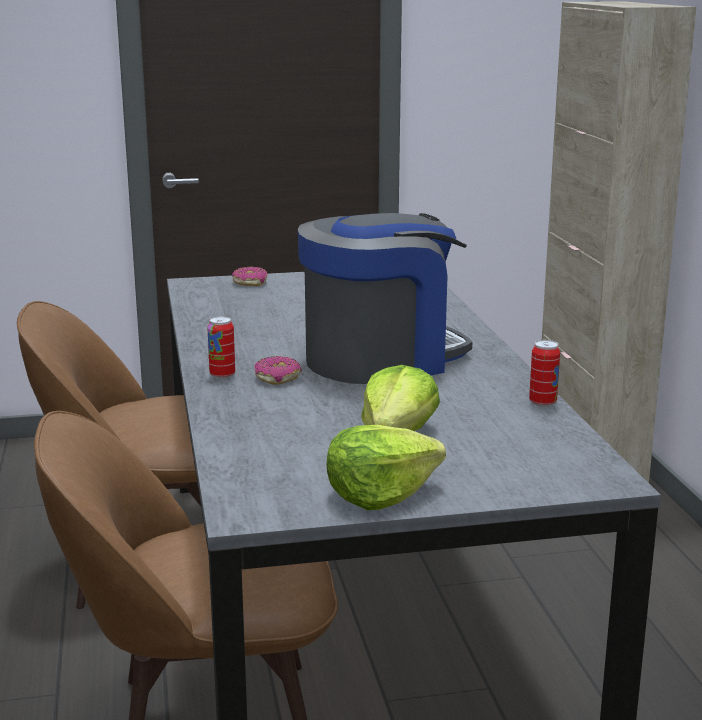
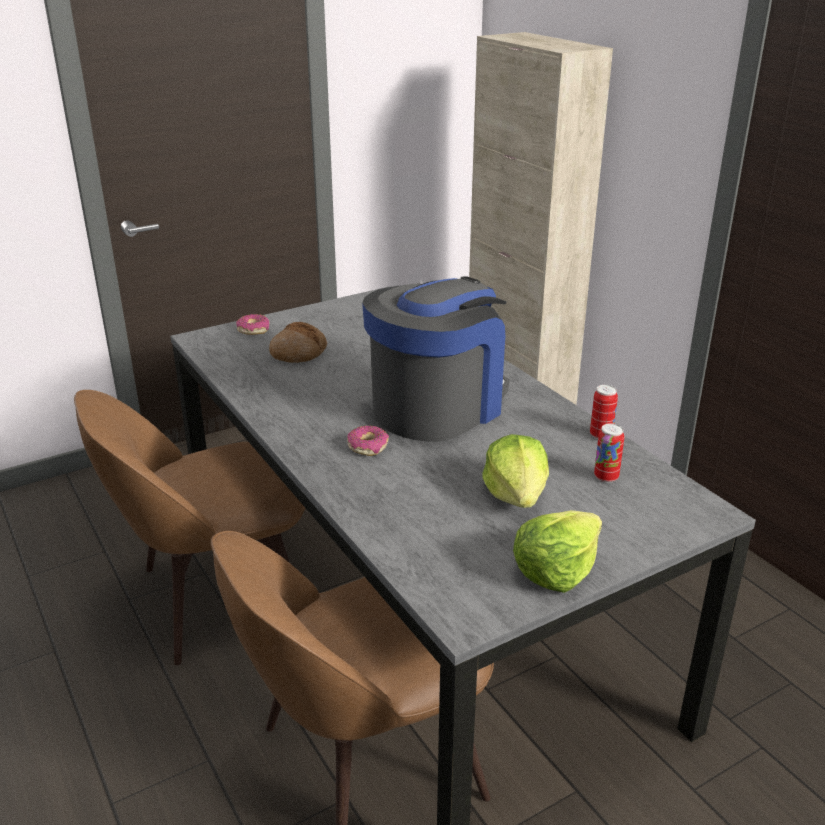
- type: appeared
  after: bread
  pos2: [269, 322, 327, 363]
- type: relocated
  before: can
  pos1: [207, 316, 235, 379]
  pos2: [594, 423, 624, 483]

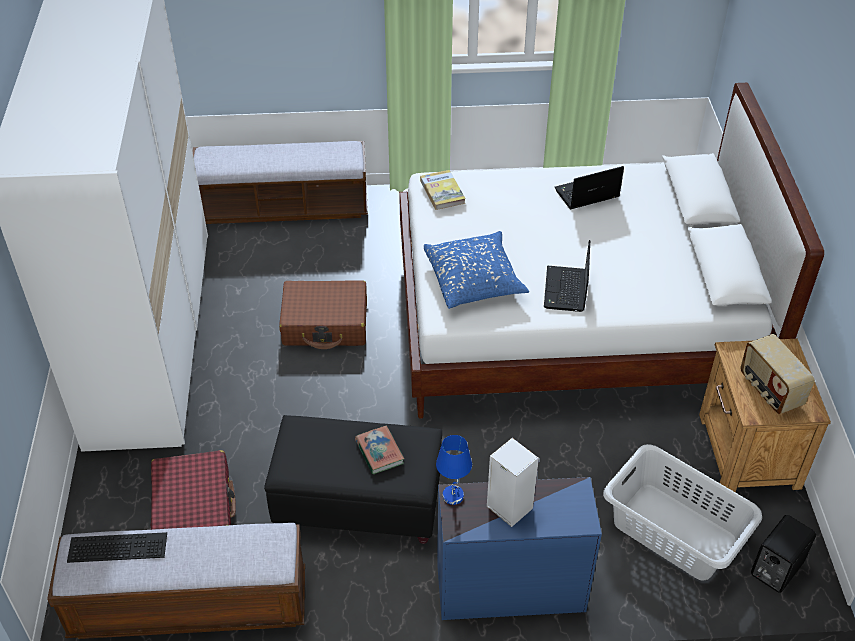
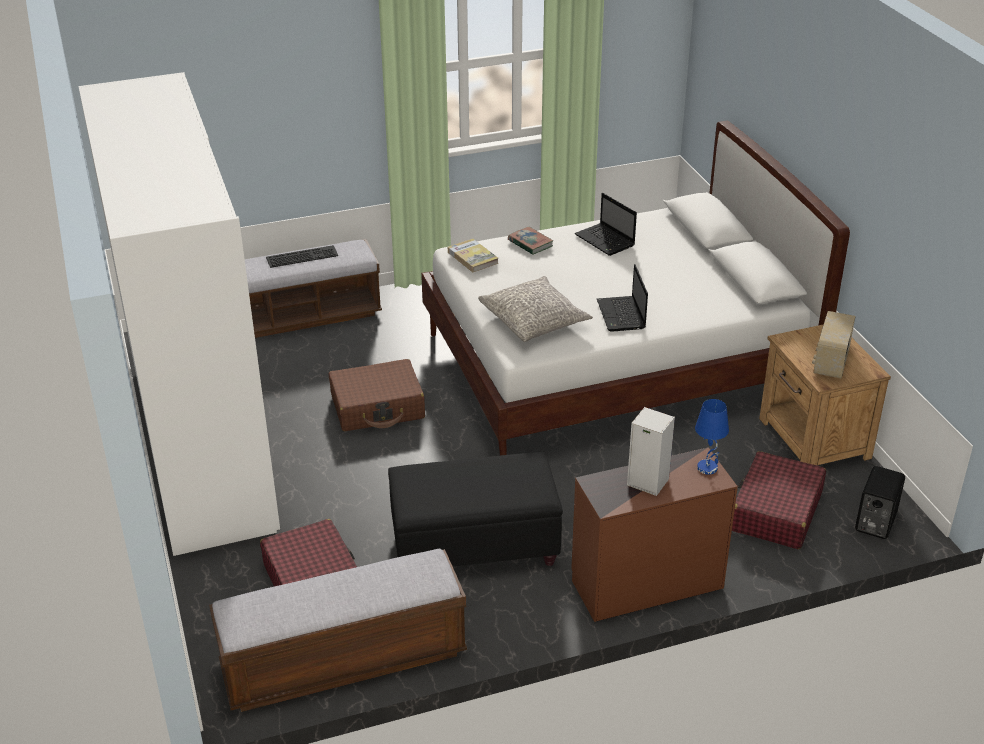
- type: relocated
  before: keyboard
  pos1: [67, 532, 167, 563]
  pos2: [266, 245, 338, 268]
- type: relocated
  before: book
  pos1: [355, 426, 404, 474]
  pos2: [508, 227, 554, 255]
- type: relocated
  before: blue table lamp
  pos1: [436, 435, 472, 505]
  pos2: [695, 399, 729, 474]
- type: exchanged
  before: grey laundry basket
  after: red suitcase
  pos1: [603, 444, 762, 581]
  pos2: [732, 451, 826, 549]
- type: colour
  before: blue pillow
  after: grey pillow
  pos1: [424, 231, 529, 309]
  pos2: [478, 276, 593, 342]
- type: colour
  before: blue dresser
  after: brown dresser
  pos1: [437, 477, 602, 620]
  pos2: [571, 447, 738, 622]
- type: spun
  before: laptop
  pos1: [555, 166, 624, 209]
  pos2: [575, 193, 637, 256]
  turn: -90
- type: spun
  before: radio
  pos1: [740, 334, 815, 414]
  pos2: [812, 311, 856, 378]
  turn: 60

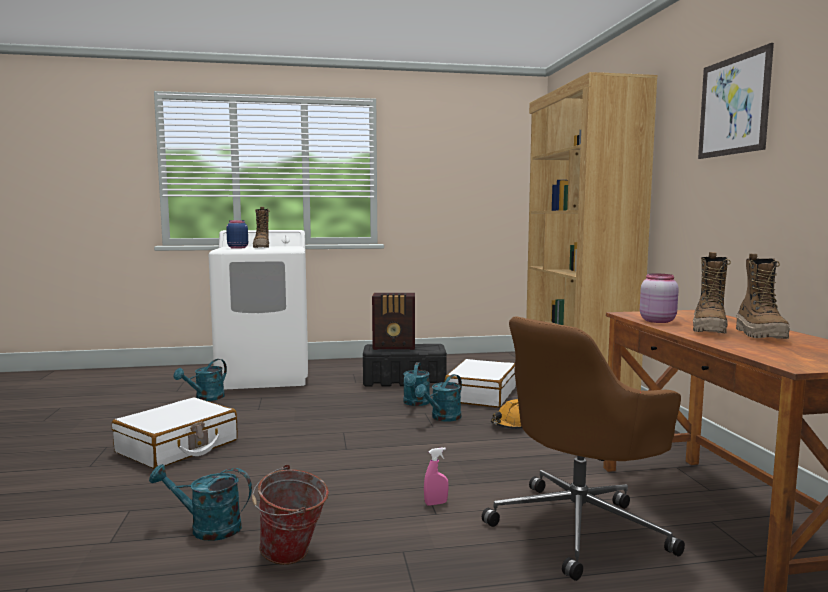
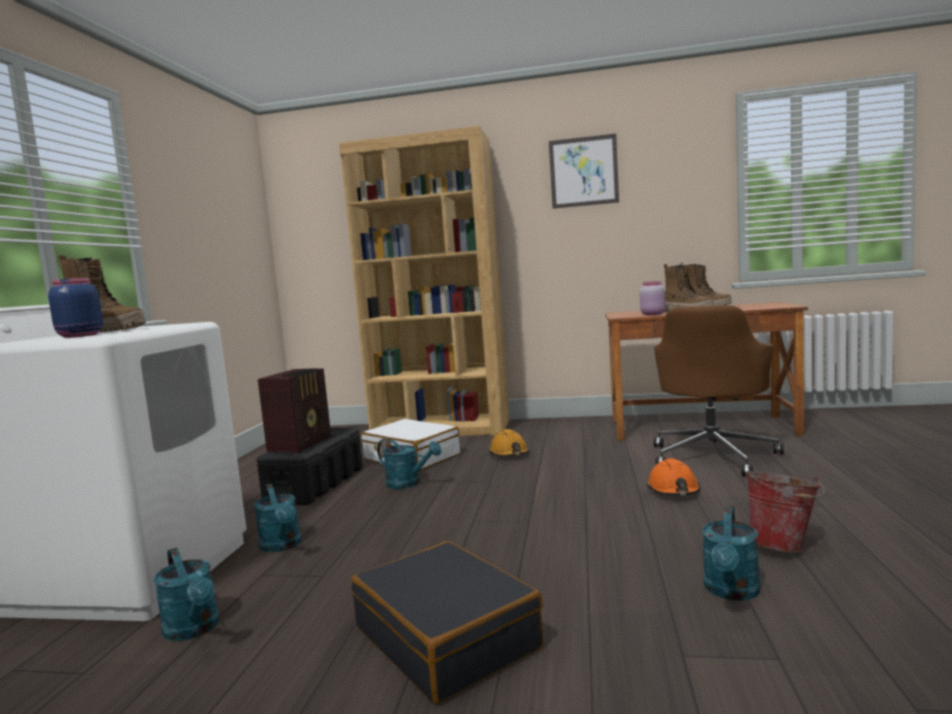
- type: relocated
  before: turquoise watering can
  pos1: [415, 374, 462, 422]
  pos2: [254, 484, 301, 552]
- type: exchanged
  before: pink spray bottle
  after: orange hard hat
  pos1: [424, 447, 448, 506]
  pos2: [647, 458, 700, 495]
- type: colour
  before: white suitcase
  after: black suitcase
  pos1: [112, 397, 238, 469]
  pos2: [351, 541, 543, 703]
- type: spun
  before: brown office chair
  pos1: [482, 317, 685, 581]
  pos2: [654, 305, 783, 476]
  turn: 45

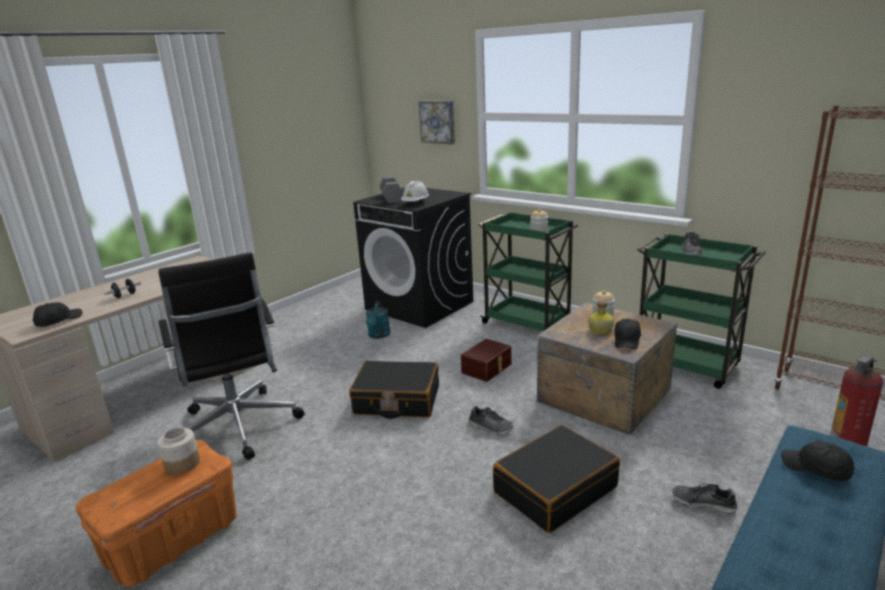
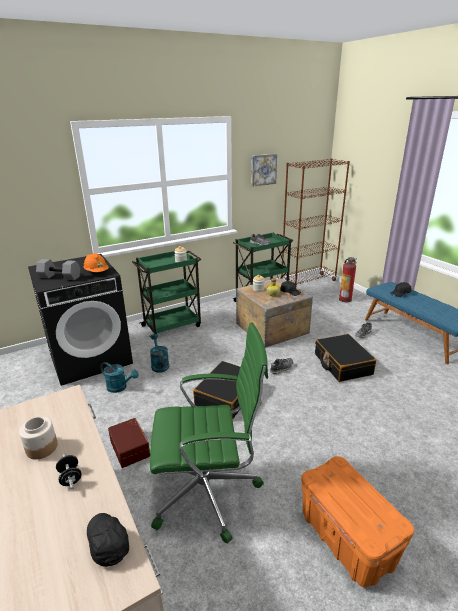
- type: appeared
  after: turquoise watering can
  pos2: [150, 334, 169, 373]
- type: relocated
  before: jar
  pos1: [157, 427, 200, 474]
  pos2: [19, 417, 58, 459]
- type: relocated
  before: picture
  pos1: [418, 101, 455, 144]
  pos2: [251, 154, 277, 187]
- type: relocated
  before: brown storage box
  pos1: [461, 339, 512, 382]
  pos2: [108, 418, 150, 468]
- type: colour
  before: black office chair
  after: green office chair
  pos1: [158, 252, 305, 460]
  pos2: [150, 323, 268, 543]
- type: colour
  before: white hard hat
  after: orange hard hat
  pos1: [401, 181, 429, 201]
  pos2: [84, 253, 109, 272]

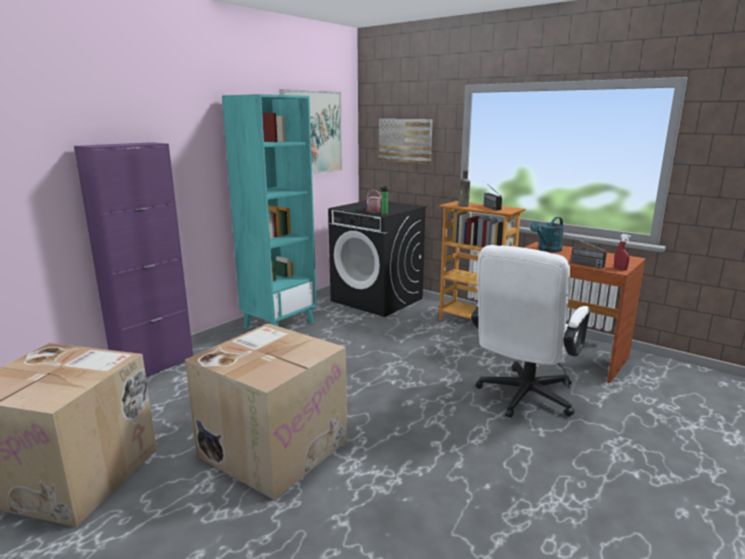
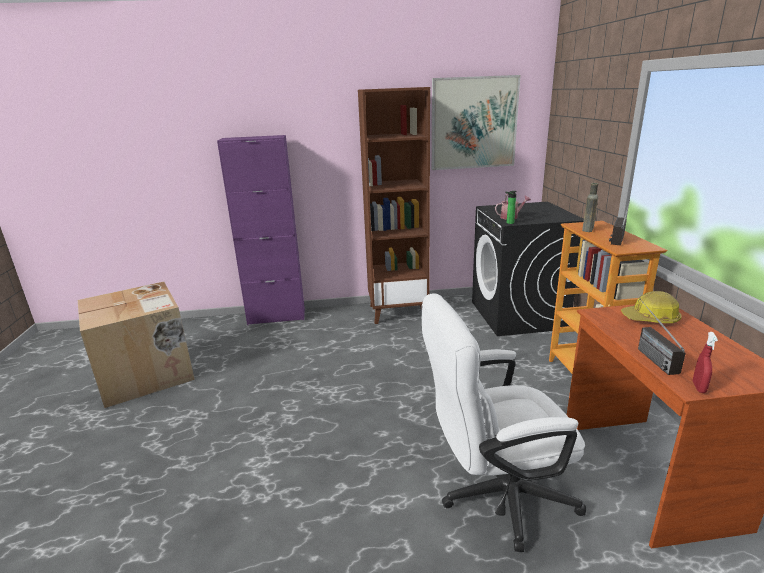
- type: missing
  before: cardboard box
  pos1: [185, 323, 347, 500]
- type: missing
  before: picture
  pos1: [379, 119, 433, 164]
- type: exchanged
  before: turquoise watering can
  after: hard hat
  pos1: [530, 217, 564, 252]
  pos2: [621, 291, 682, 323]
- type: colour
  before: turquoise bookcase
  after: brown bookcase
  pos1: [222, 94, 317, 329]
  pos2: [358, 87, 430, 324]

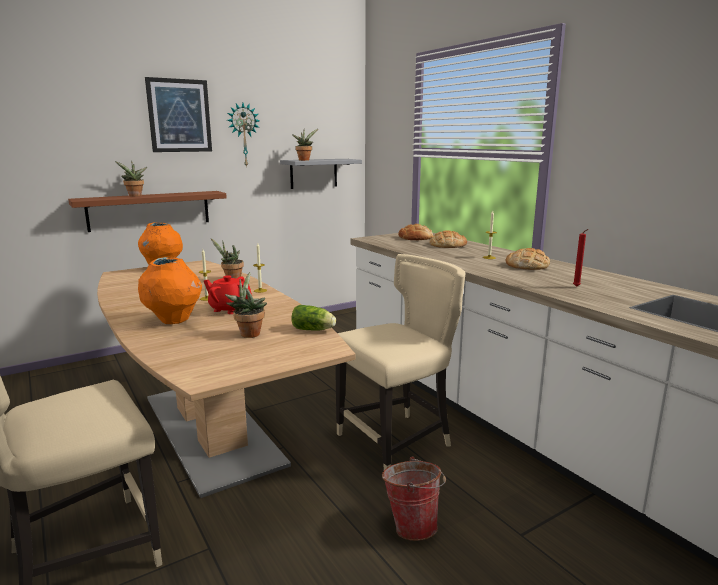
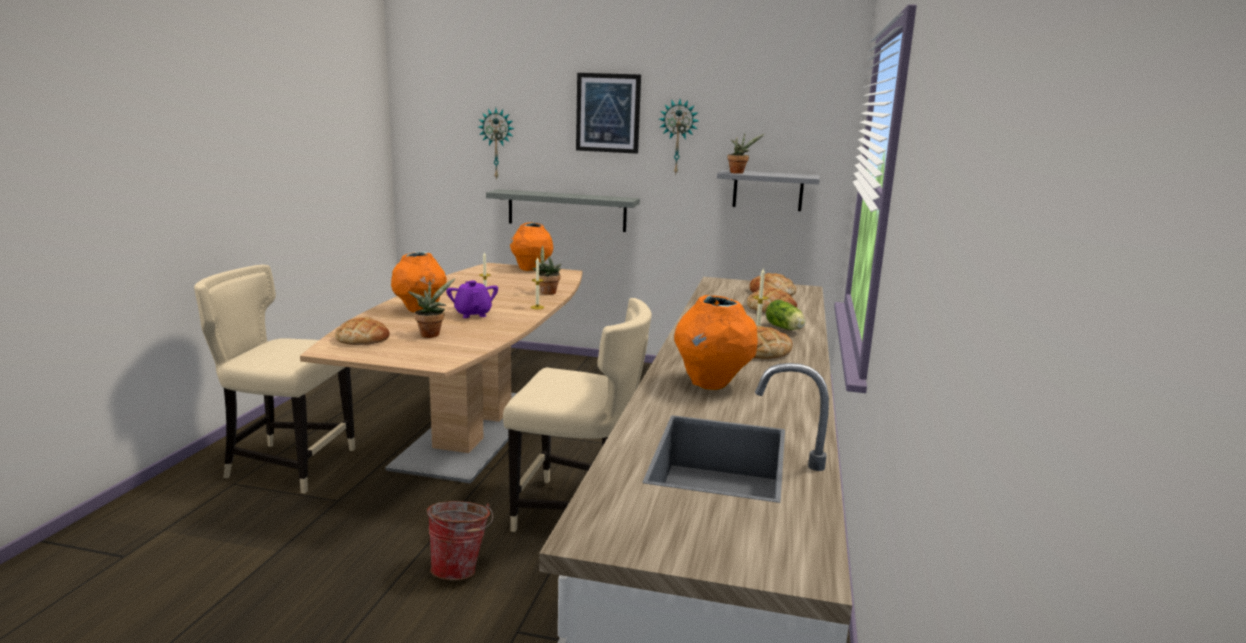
- type: missing
  before: potted plant
  pos1: [115, 160, 147, 197]
- type: appeared
  after: bread
  pos2: [335, 317, 390, 345]
- type: appeared
  after: wall clock
  pos2: [479, 108, 514, 180]
- type: relocated
  before: lettuce
  pos1: [292, 305, 336, 331]
  pos2: [766, 300, 805, 330]
- type: exchanged
  before: red candle
  after: orange vase
  pos1: [573, 229, 588, 287]
  pos2: [674, 295, 758, 390]
- type: colour
  before: brown shelf
  after: grey shelf
  pos1: [68, 191, 227, 232]
  pos2: [486, 189, 640, 232]
- type: colour
  before: red teapot
  after: purple teapot
  pos1: [204, 275, 252, 314]
  pos2: [446, 281, 498, 318]

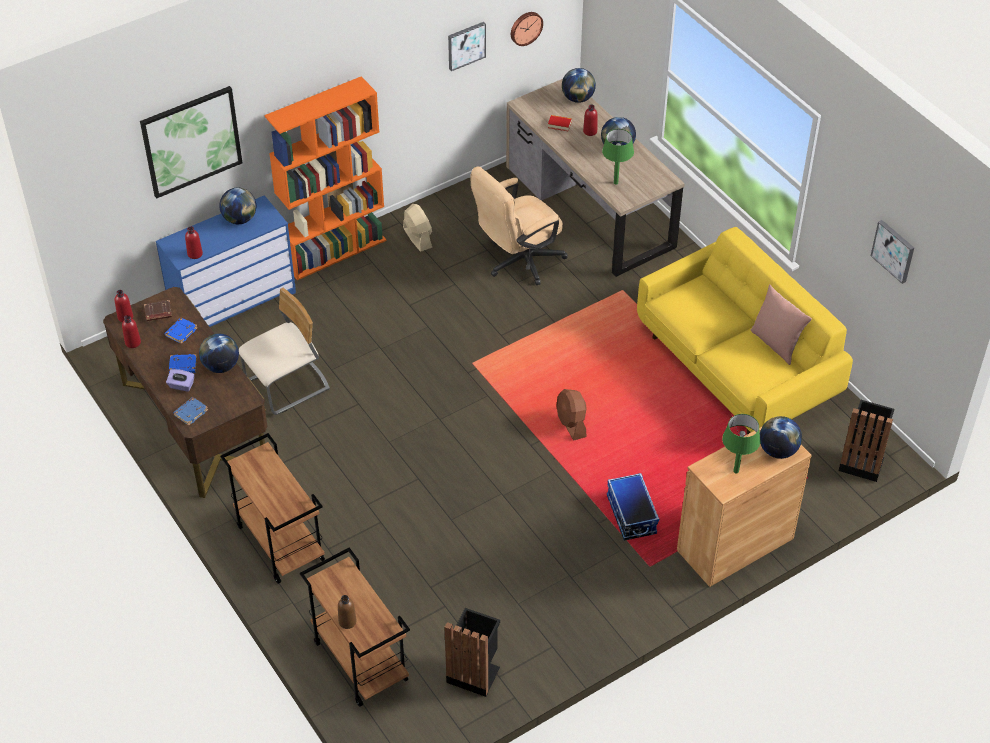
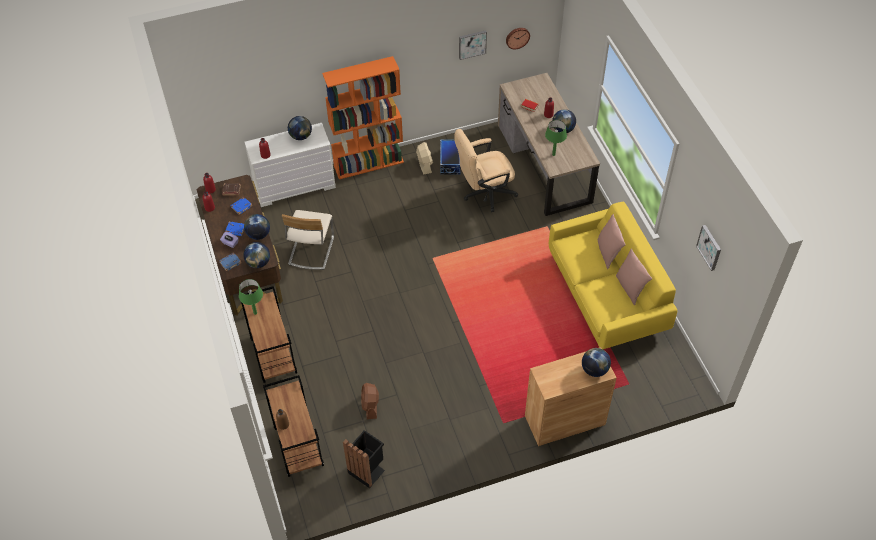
- type: missing
  before: picture
  pos1: [140, 86, 243, 199]
- type: missing
  before: black trash can
  pos1: [838, 400, 894, 482]
- type: appeared
  after: pink pillow
  pos2: [598, 214, 626, 269]
- type: relocated
  before: brown fan
  pos1: [556, 389, 587, 441]
  pos2: [361, 383, 379, 419]
- type: relocated
  before: globe
  pos1: [562, 68, 596, 103]
  pos2: [243, 242, 270, 268]
- type: relocated
  before: storage box
  pos1: [607, 473, 659, 541]
  pos2: [440, 140, 460, 175]
- type: relocated
  before: green table lamp
  pos1: [722, 414, 760, 474]
  pos2: [239, 279, 263, 315]
- type: colour
  before: blue dresser
  after: white dresser
  pos1: [156, 195, 296, 327]
  pos2: [244, 123, 336, 207]
- type: spun
  before: beige chair
  pos1: [239, 288, 330, 415]
  pos2: [282, 210, 334, 270]
  turn: 120

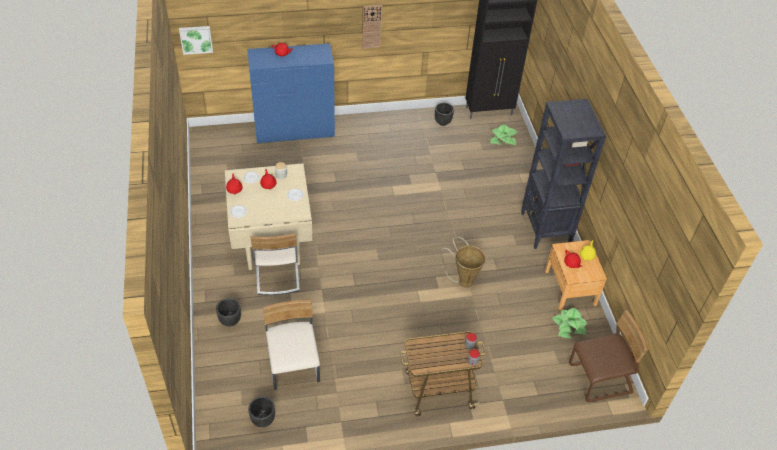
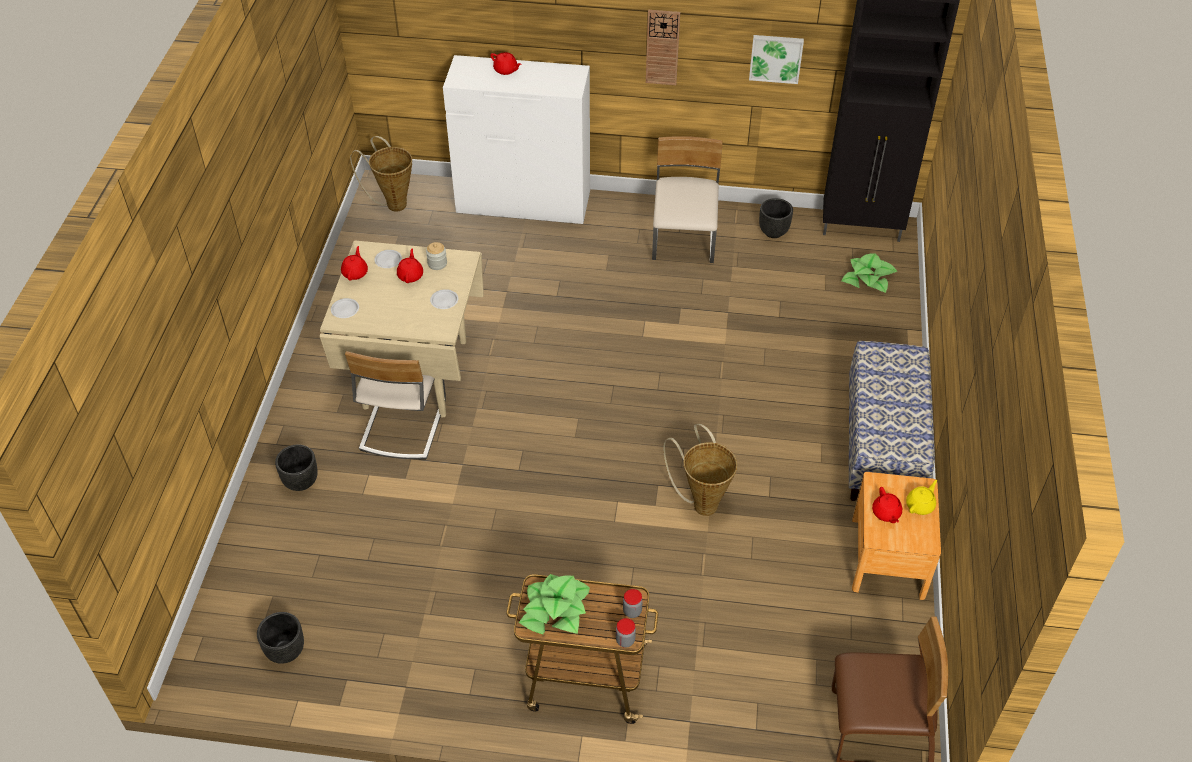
- type: appeared
  after: basket
  pos2: [350, 136, 412, 211]
- type: relocated
  before: picture
  pos1: [179, 26, 213, 55]
  pos2: [749, 35, 804, 84]
- type: relocated
  before: beige chair
  pos1: [263, 300, 320, 390]
  pos2: [652, 136, 723, 263]
- type: relocated
  before: potted plant
  pos1: [552, 308, 588, 339]
  pos2: [519, 574, 590, 634]
- type: exchanged
  before: black bookcase
  after: bench
  pos1: [521, 99, 606, 249]
  pos2: [849, 341, 935, 501]
- type: colour
  before: blue dresser
  after: white dresser
  pos1: [247, 43, 335, 143]
  pos2: [443, 55, 590, 224]

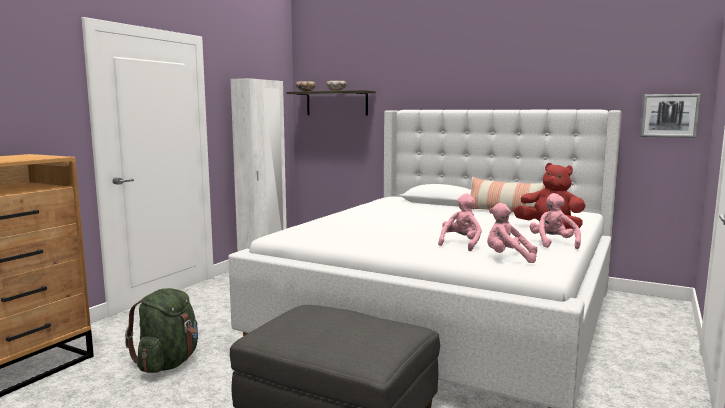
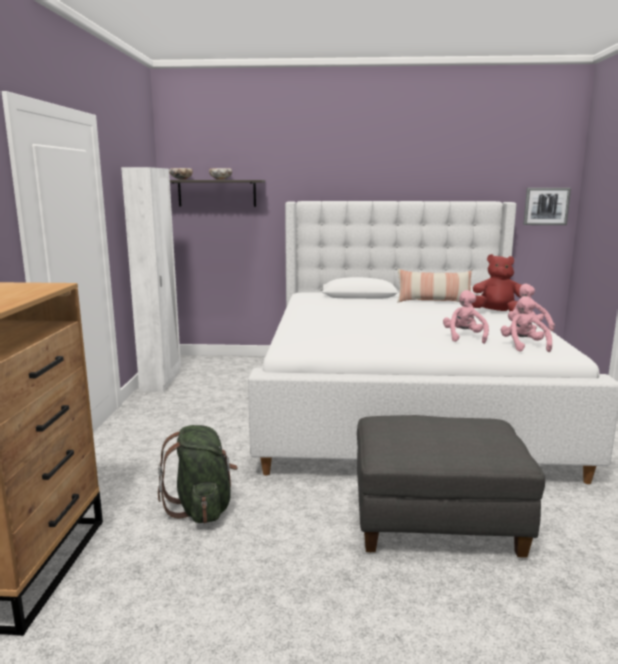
- type: spun
  before: pink plush toy
  pos1: [487, 203, 537, 263]
  pos2: [501, 296, 552, 352]
  turn: 90

